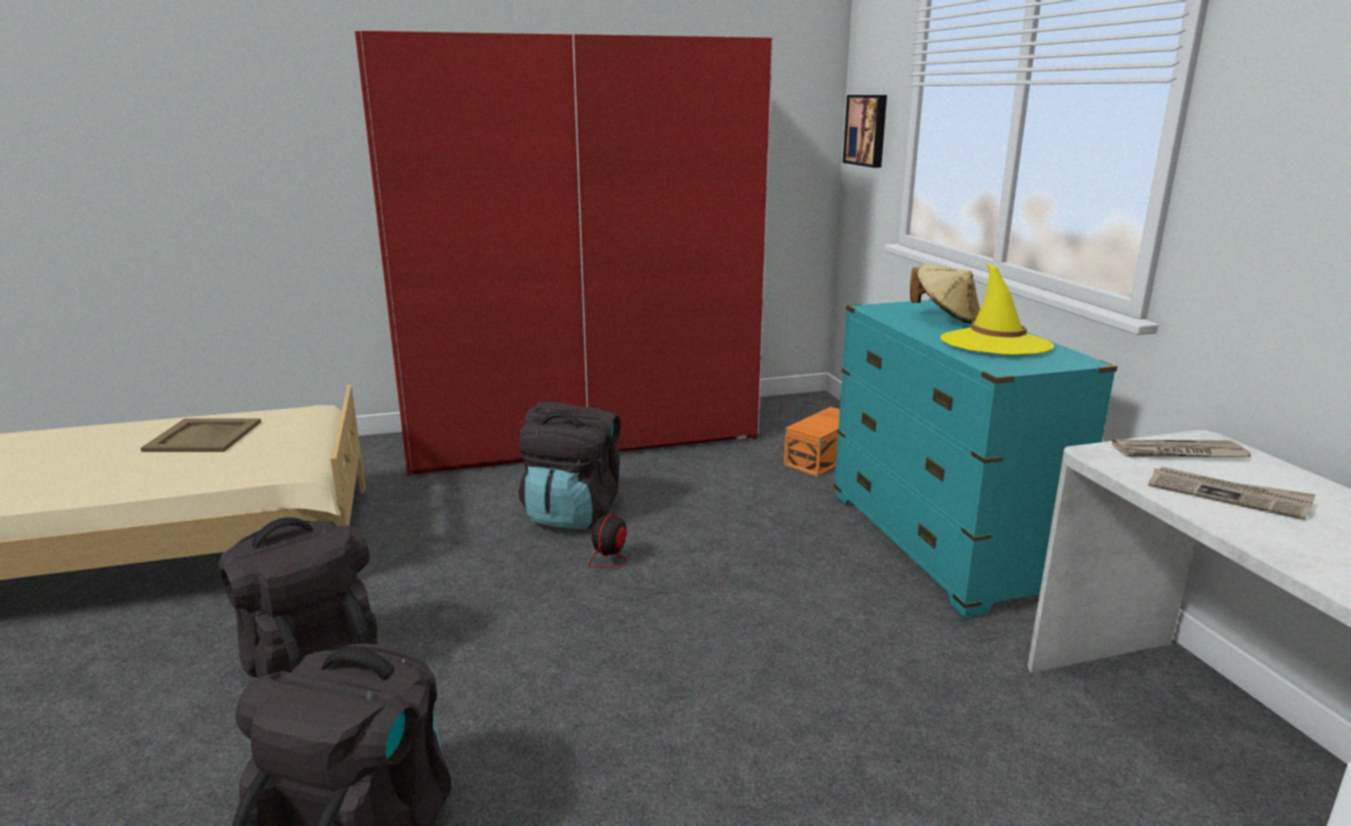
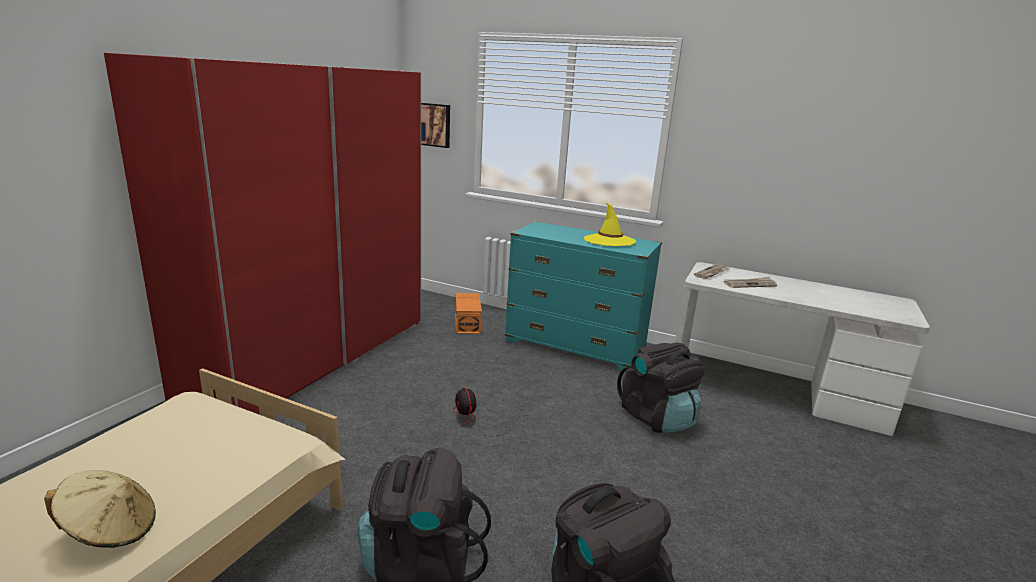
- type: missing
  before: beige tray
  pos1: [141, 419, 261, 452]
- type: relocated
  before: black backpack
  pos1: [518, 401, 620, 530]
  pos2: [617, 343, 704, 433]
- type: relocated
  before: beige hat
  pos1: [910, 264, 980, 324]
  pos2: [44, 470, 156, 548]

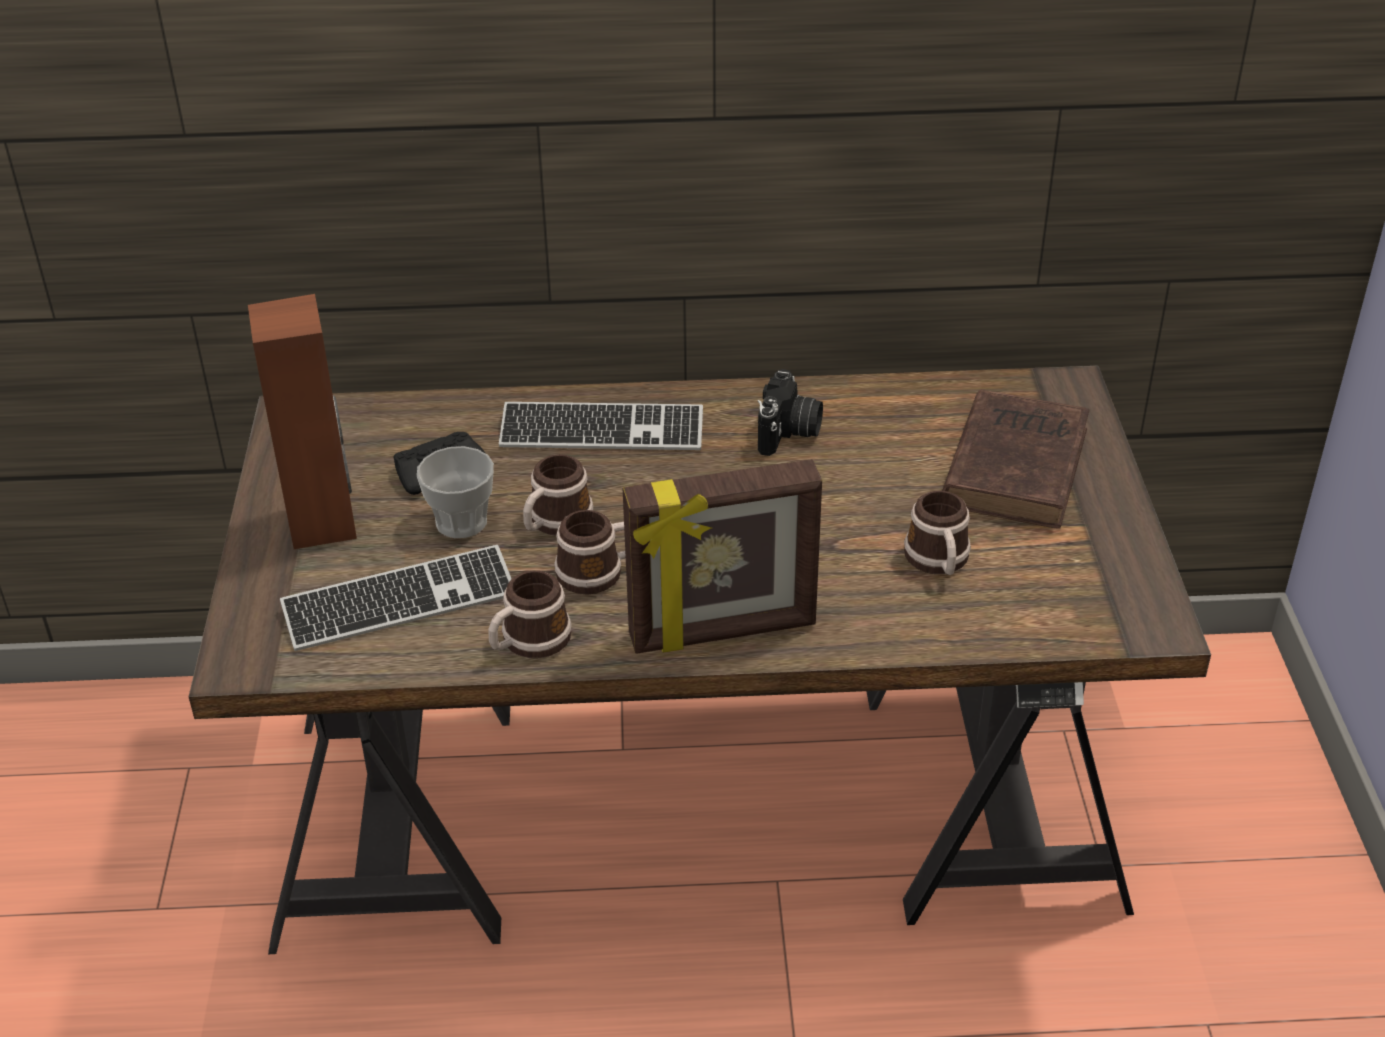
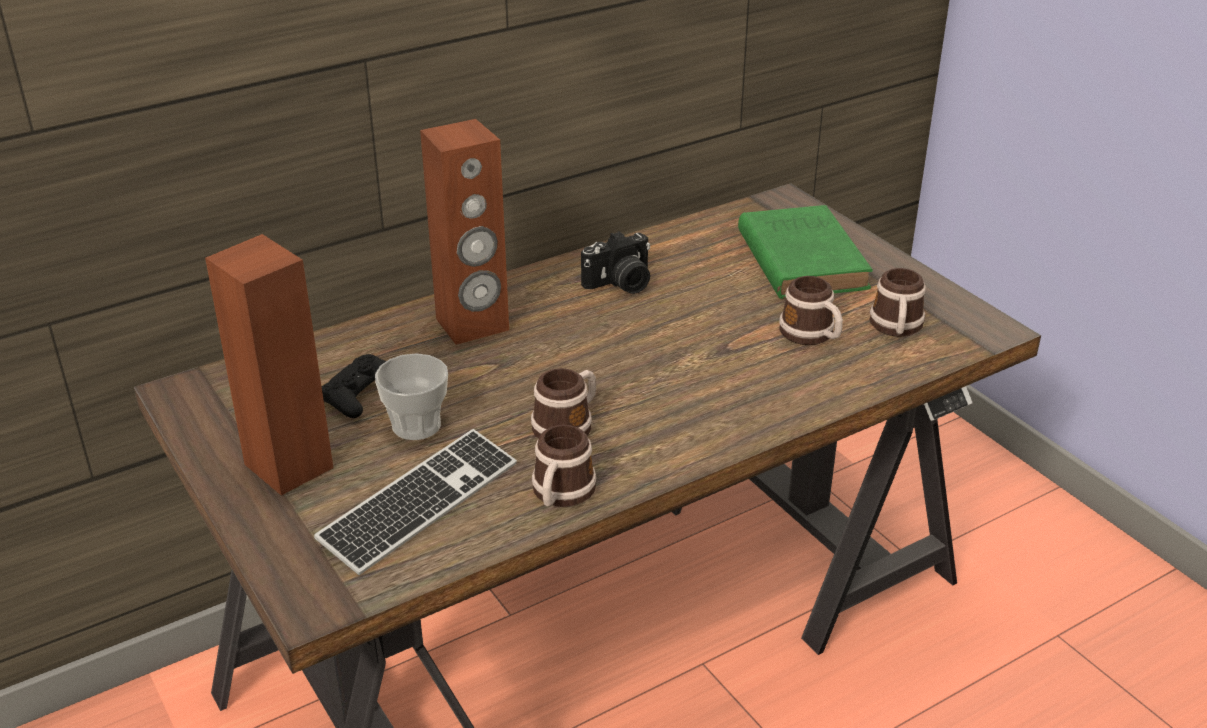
- type: missing
  before: picture frame
  pos1: [623, 459, 822, 654]
- type: relocated
  before: mug
  pos1: [523, 454, 593, 536]
  pos2: [869, 268, 926, 337]
- type: exchanged
  before: keyboard
  after: brown speaker
  pos1: [499, 402, 703, 450]
  pos2: [420, 119, 509, 345]
- type: colour
  before: brown book
  after: green book
  pos1: [942, 389, 1089, 529]
  pos2: [738, 205, 873, 299]
- type: spun
  before: photo camera
  pos1: [758, 369, 823, 456]
  pos2: [581, 231, 650, 294]
  turn: 75

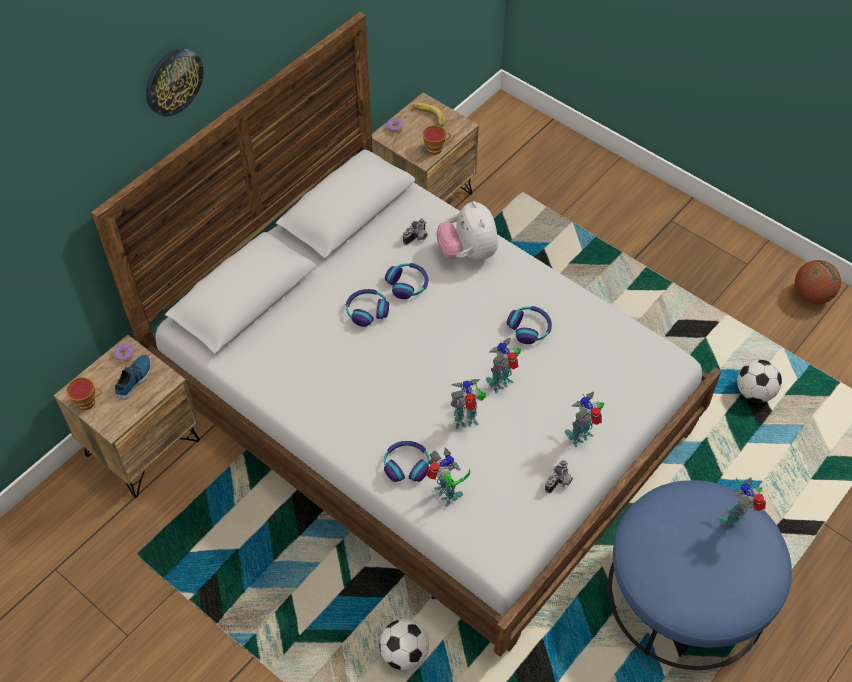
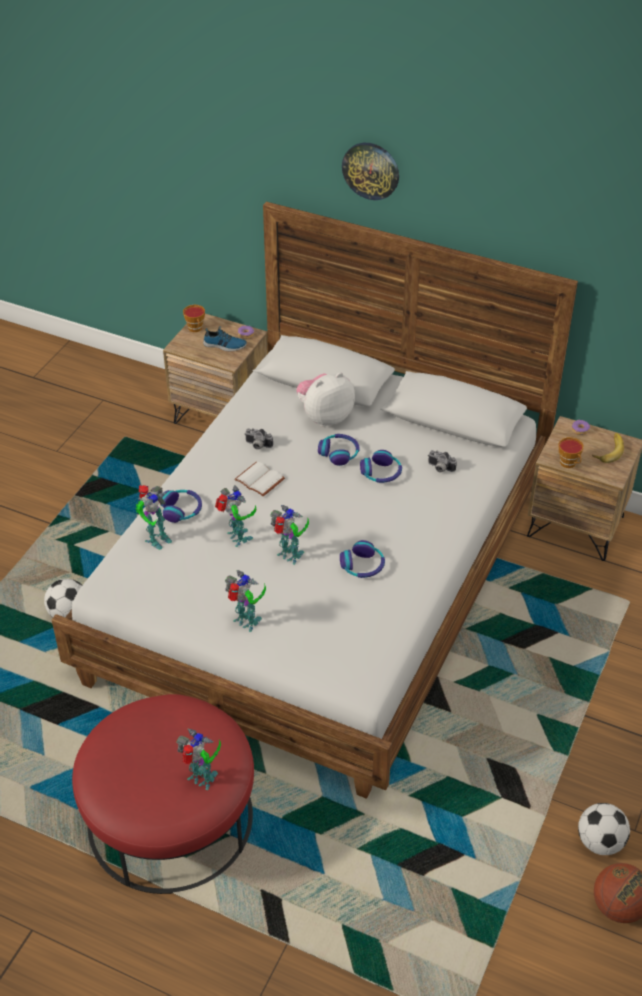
- type: appeared
  after: white book
  pos2: [234, 462, 285, 496]
- type: relocated
  before: plush toy
  pos1: [437, 201, 498, 260]
  pos2: [296, 373, 355, 427]
- type: relocated
  before: photo camera
  pos1: [545, 460, 573, 493]
  pos2: [245, 428, 273, 450]
- type: relocated
  before: football
  pos1: [737, 359, 782, 403]
  pos2: [578, 803, 630, 855]
- type: colour
  before: blue ottoman
  after: red ottoman
  pos1: [608, 480, 792, 670]
  pos2: [72, 694, 254, 894]

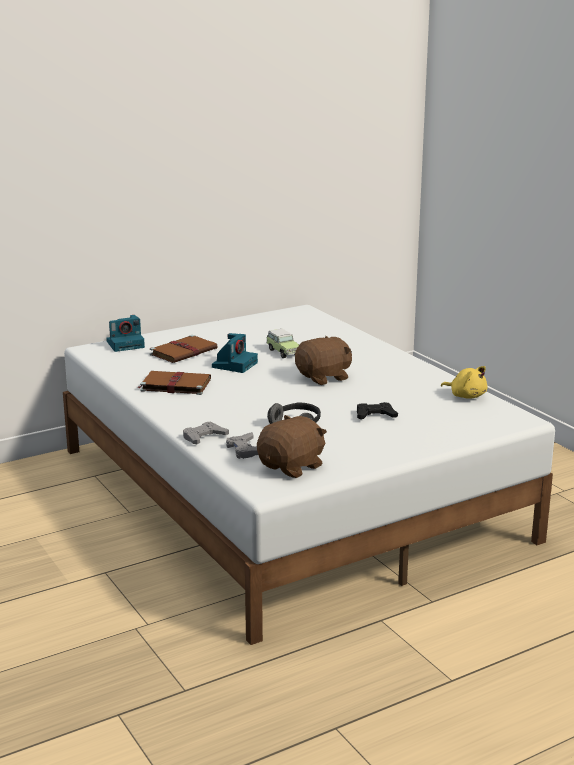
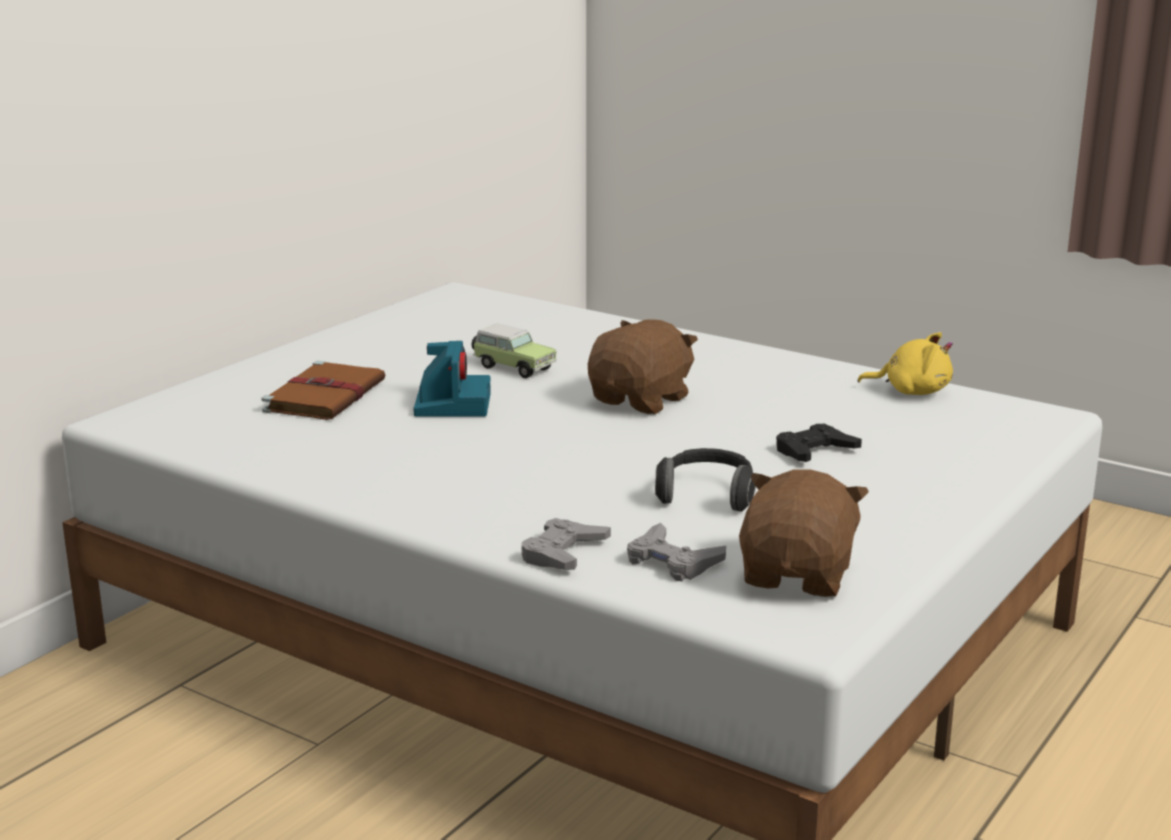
- type: missing
  before: photo camera
  pos1: [106, 315, 145, 352]
- type: missing
  before: brown book
  pos1: [138, 371, 211, 395]

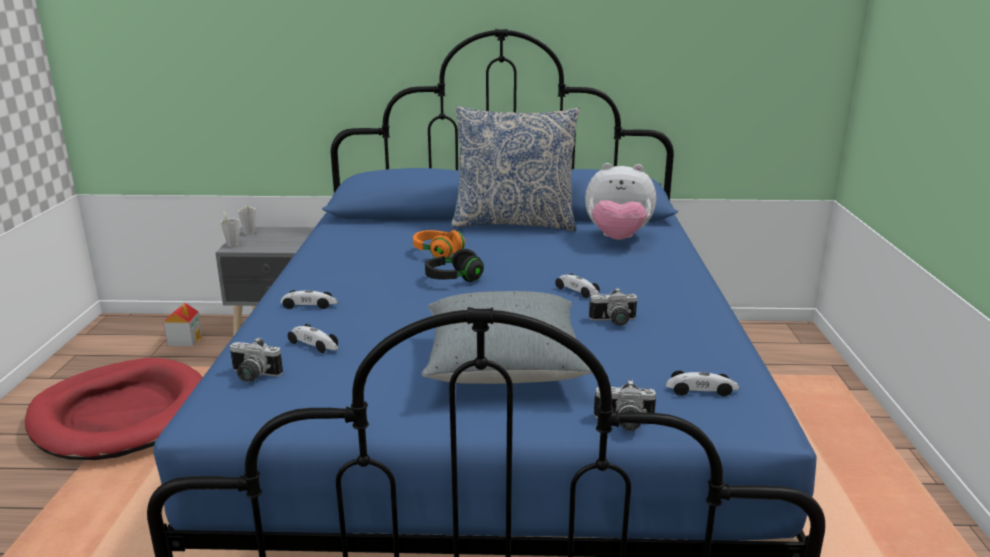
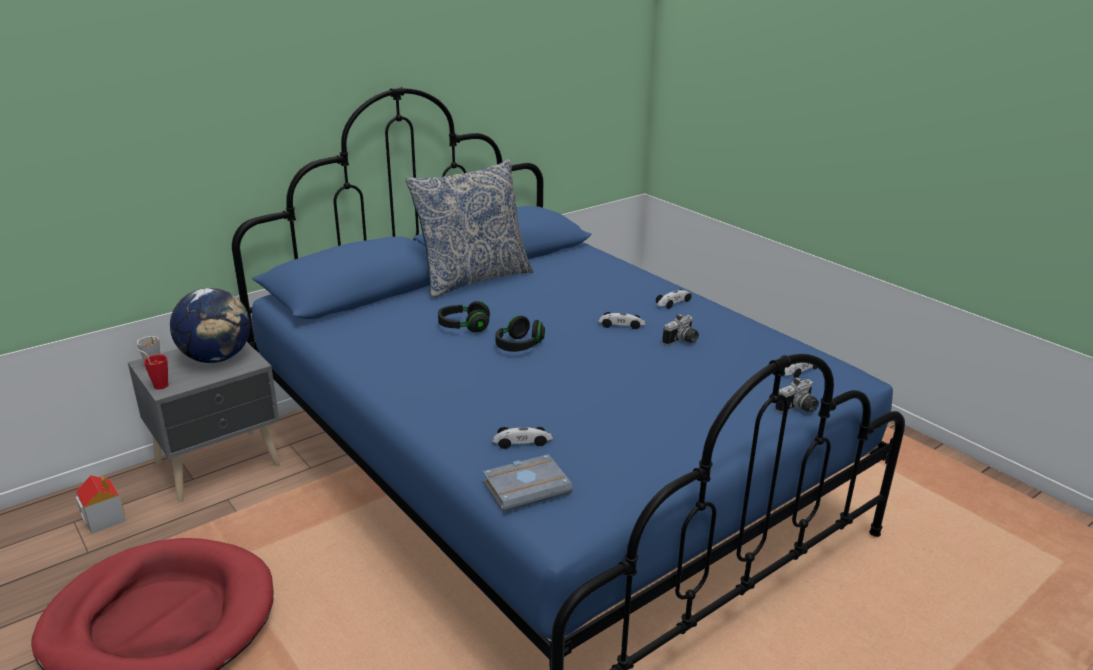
- type: missing
  before: grey pillow
  pos1: [421, 291, 592, 384]
- type: missing
  before: plush toy
  pos1: [585, 163, 656, 240]
- type: appeared
  after: globe
  pos2: [170, 288, 250, 363]
- type: relocated
  before: toy car
  pos1: [280, 290, 338, 309]
  pos2: [656, 289, 692, 309]
- type: exchanged
  before: photo camera
  after: grey book
  pos1: [229, 337, 283, 382]
  pos2: [483, 454, 573, 512]
- type: colour
  before: grey cup
  after: red cup
  pos1: [221, 211, 240, 247]
  pos2: [137, 350, 168, 389]
- type: colour
  before: orange headphones
  after: black headphones
  pos1: [413, 230, 465, 258]
  pos2: [438, 301, 490, 333]

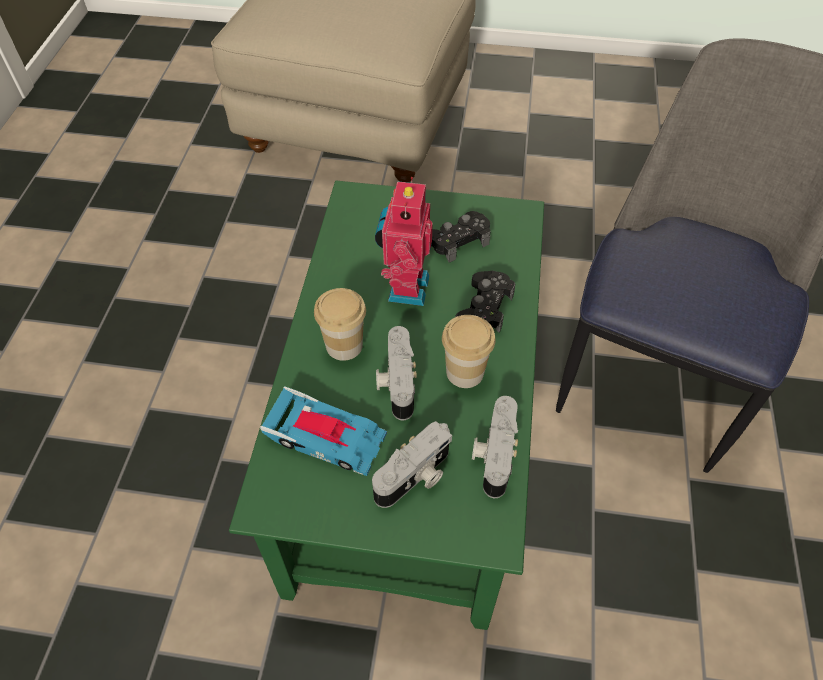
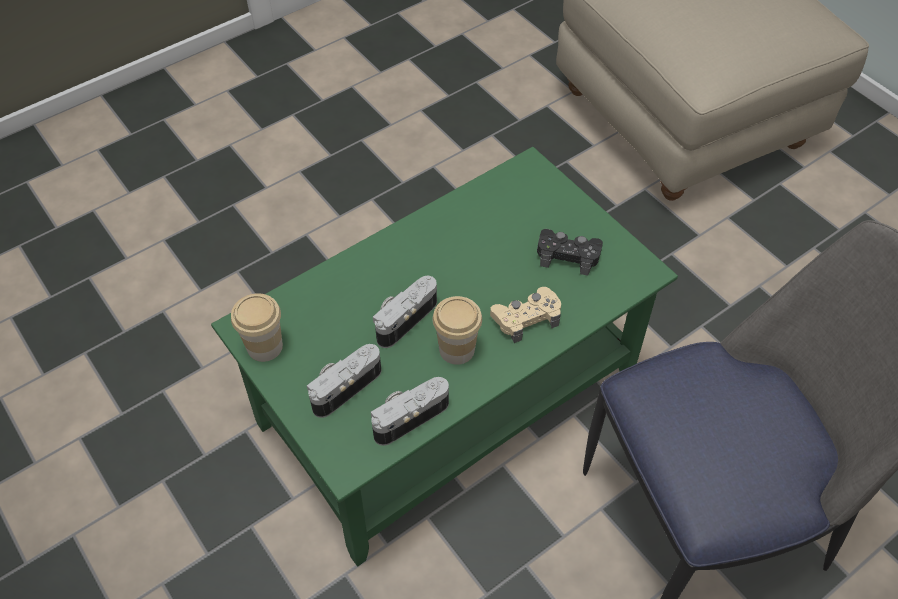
- type: missing
  before: toy car
  pos1: [260, 386, 387, 476]
- type: missing
  before: toy robot
  pos1: [375, 177, 433, 306]
- type: relocated
  before: cup
  pos1: [314, 288, 366, 361]
  pos2: [231, 293, 283, 362]
- type: colour
  before: black game controller
  after: beige game controller
  pos1: [455, 271, 515, 333]
  pos2: [490, 287, 561, 343]
- type: spun
  before: photo camera
  pos1: [372, 421, 452, 508]
  pos2: [307, 344, 382, 418]
  turn: 135

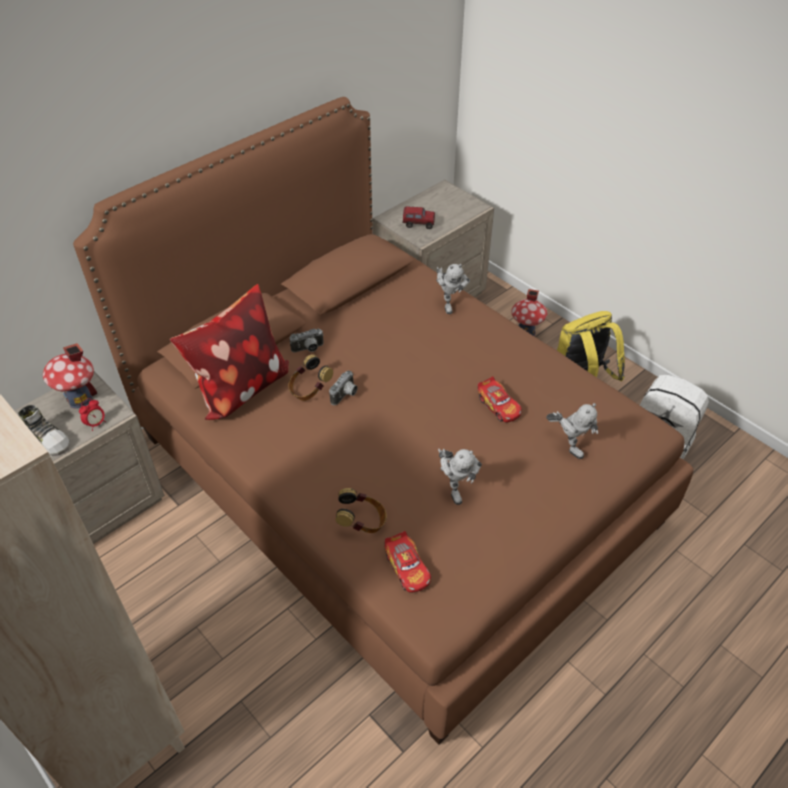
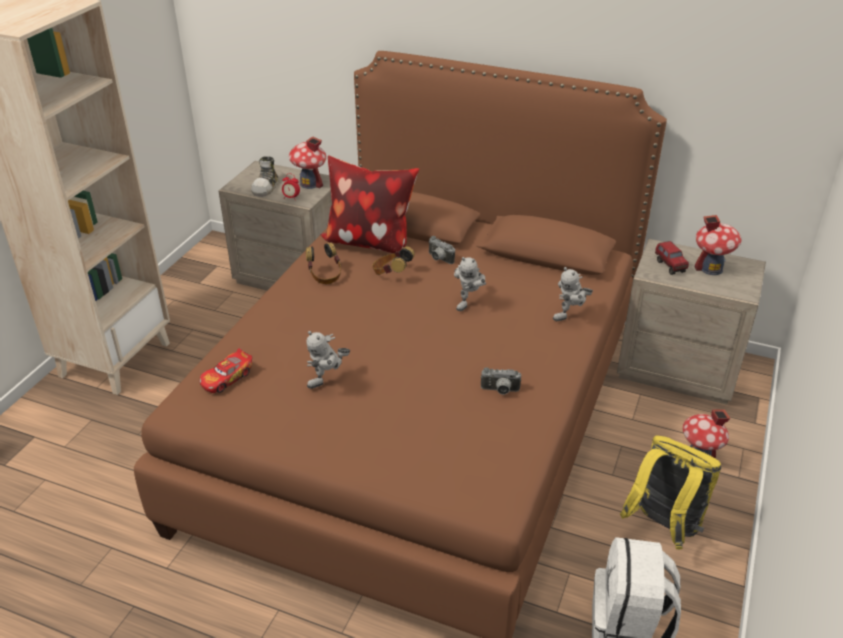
- type: missing
  before: toy car
  pos1: [478, 376, 522, 423]
- type: appeared
  after: toy house
  pos2: [694, 215, 742, 275]
- type: relocated
  before: photo camera
  pos1: [329, 370, 358, 405]
  pos2: [481, 367, 522, 395]
- type: relocated
  before: headphones
  pos1: [336, 488, 387, 533]
  pos2: [306, 243, 341, 284]
- type: relocated
  before: toy robot
  pos1: [546, 403, 598, 459]
  pos2: [454, 257, 486, 311]

